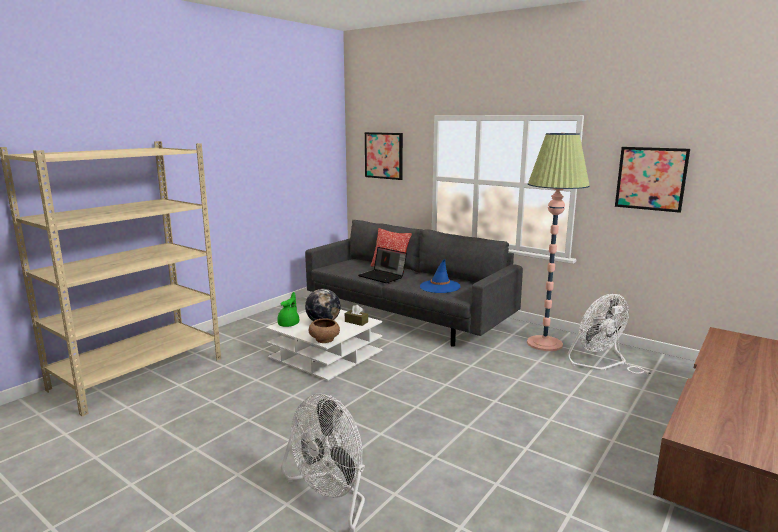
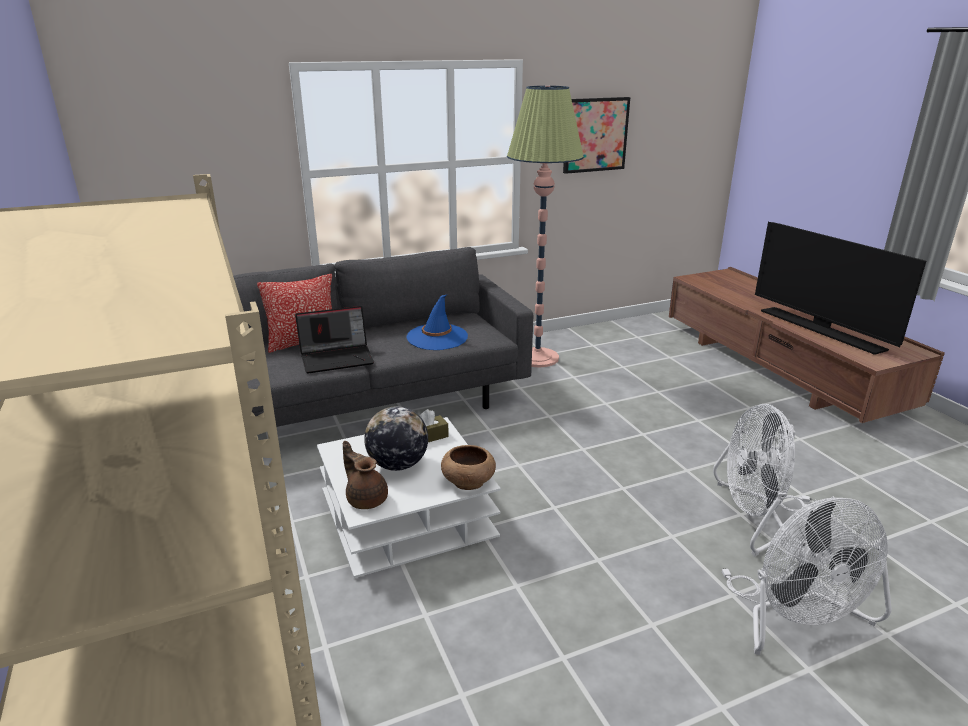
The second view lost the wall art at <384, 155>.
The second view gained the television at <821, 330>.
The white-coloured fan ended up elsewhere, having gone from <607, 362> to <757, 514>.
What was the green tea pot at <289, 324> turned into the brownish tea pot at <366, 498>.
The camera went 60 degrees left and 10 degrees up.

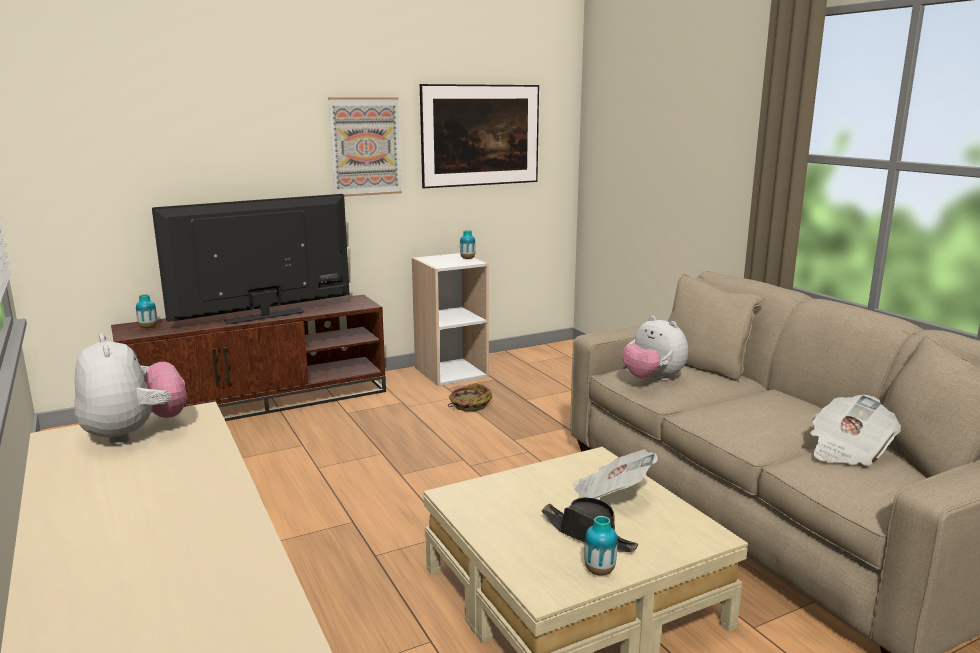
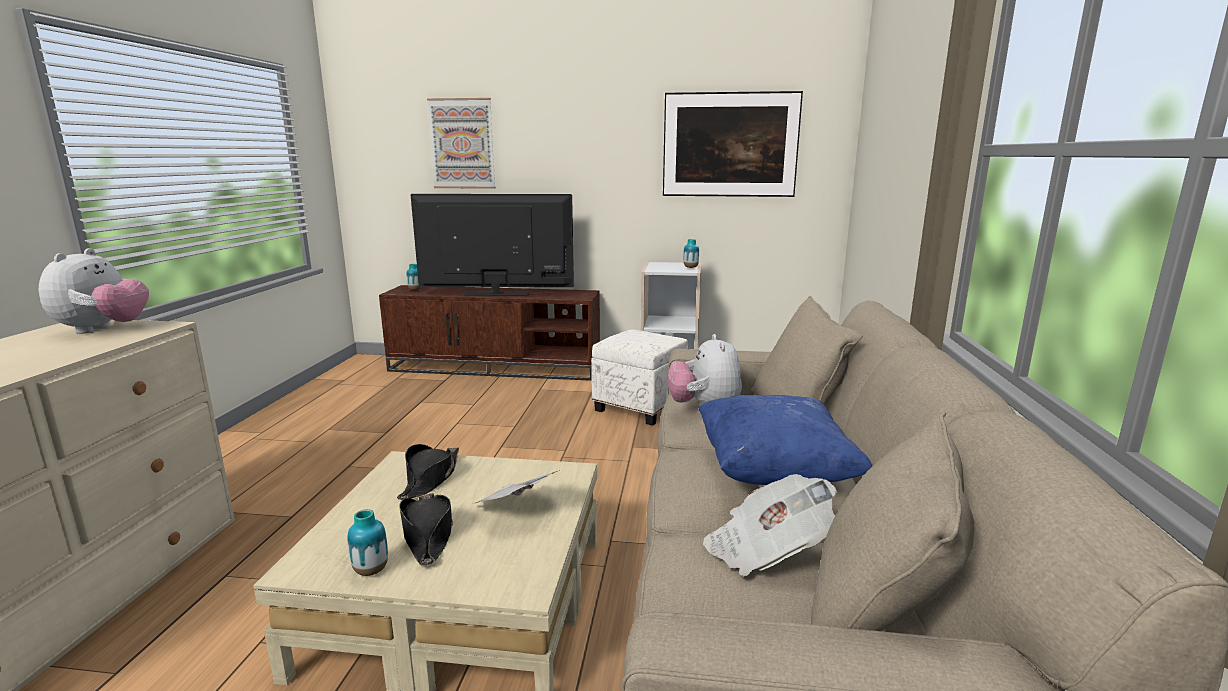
The second view gained the black-coloured hat at <430, 479>.
The second view gained the blue pillow at <774, 471>.
The wall art ended up elsewhere, having gone from <365, 146> to <462, 144>.
Where the basket stood at <469, 405>, the white-coloured footrest came to stand at <641, 407>.
The camera went 35 degrees right and 0 degrees up.

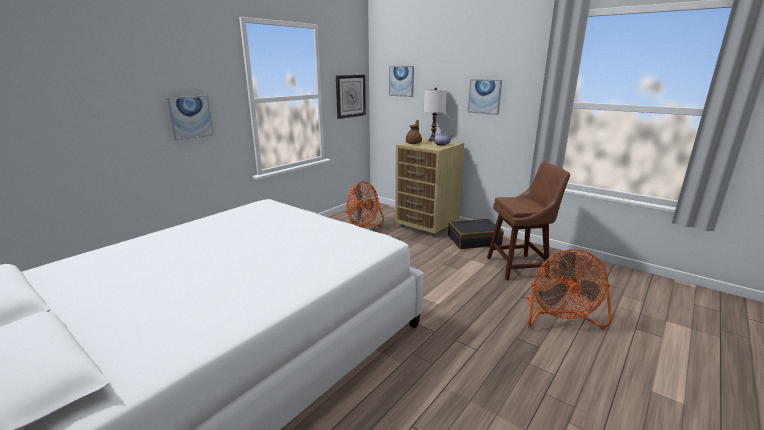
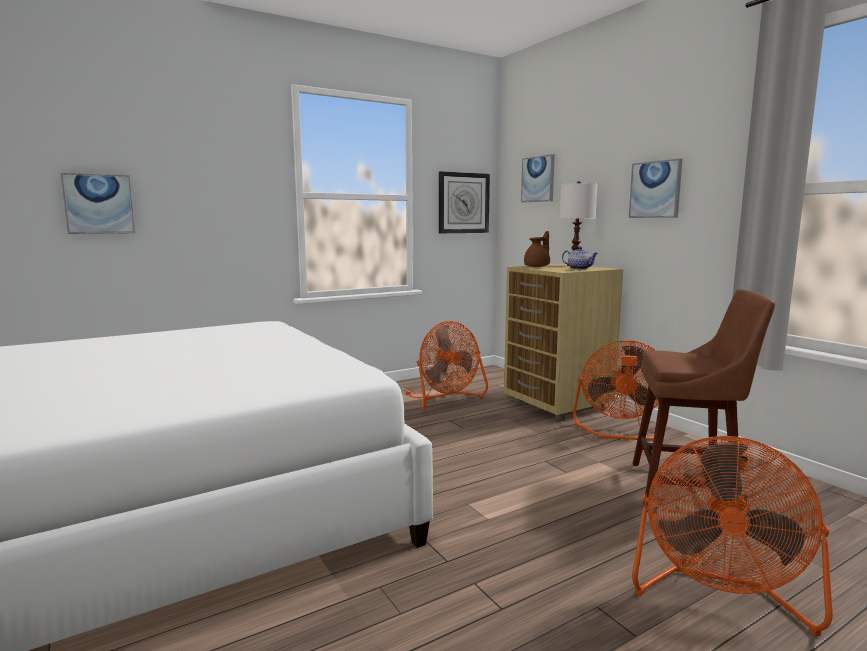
The wall art ended up elsewhere, having gone from <190, 117> to <99, 204>.
Where the black-coloured travel case stood at <474, 240>, the orange-coloured fan came to stand at <626, 435>.
The camera went 20 degrees right and 10 degrees down.

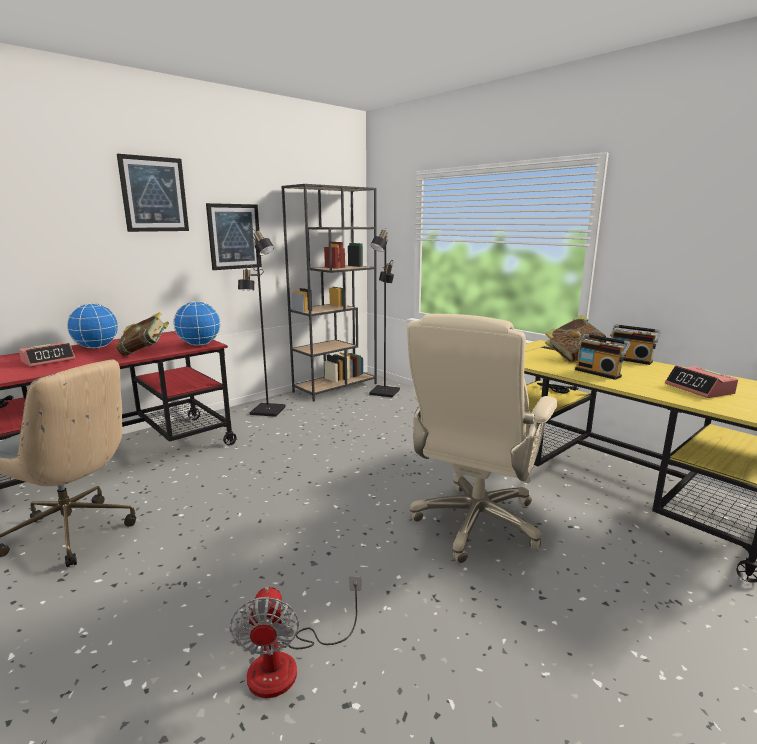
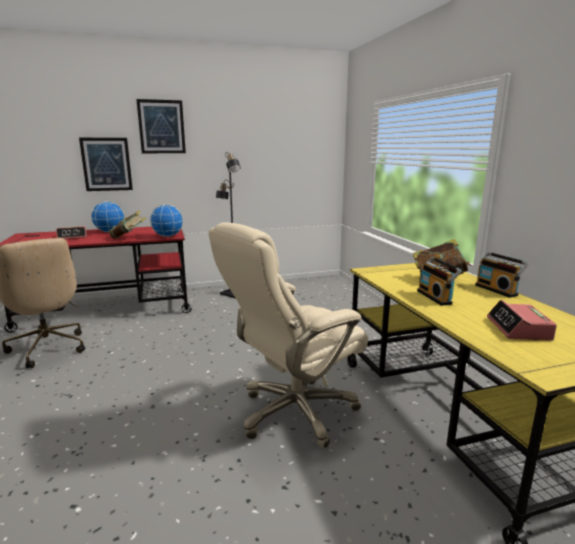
The second view lost the fan at <288, 663>.
The second view lost the bookcase at <335, 387>.
The second view lost the black-coloured standard lamp at <384, 392>.
The wall art ended up elsewhere, having gone from <234, 236> to <106, 164>.
The camera went 25 degrees right and 0 degrees up.

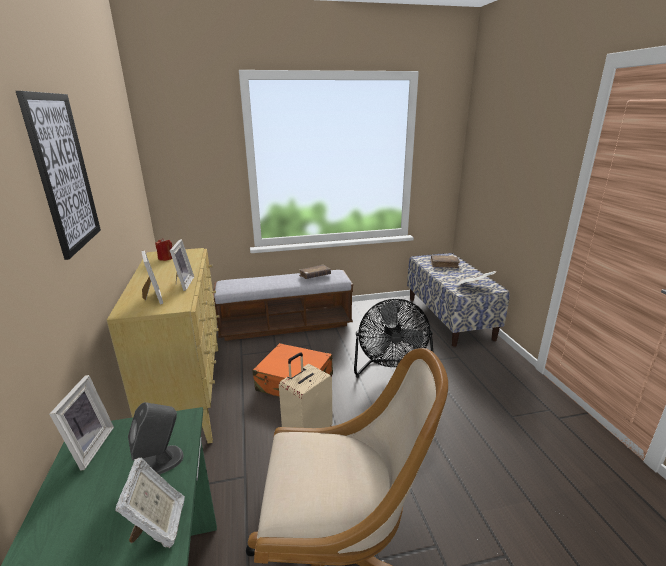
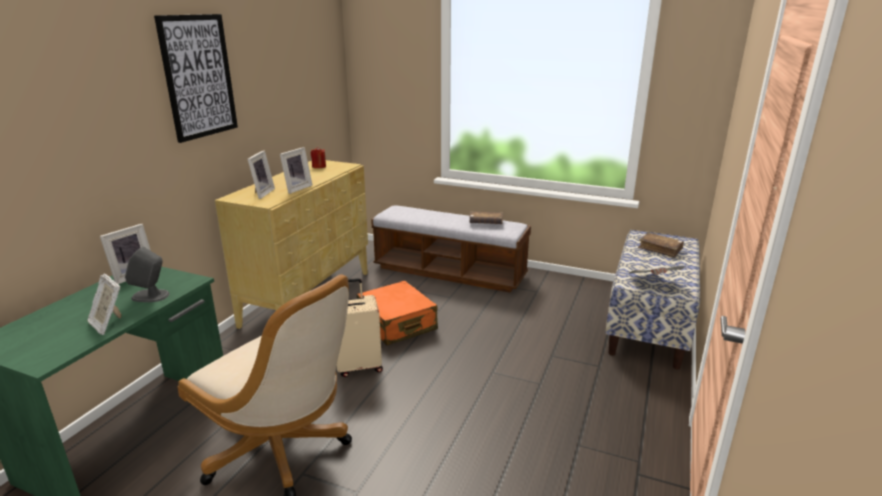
The second view lost the black-coloured fan at <388, 367>.
The standing frame at <159, 526> ended up facing another way, 105 degrees clockwise from before.
The camera went 35 degrees right and 0 degrees up.

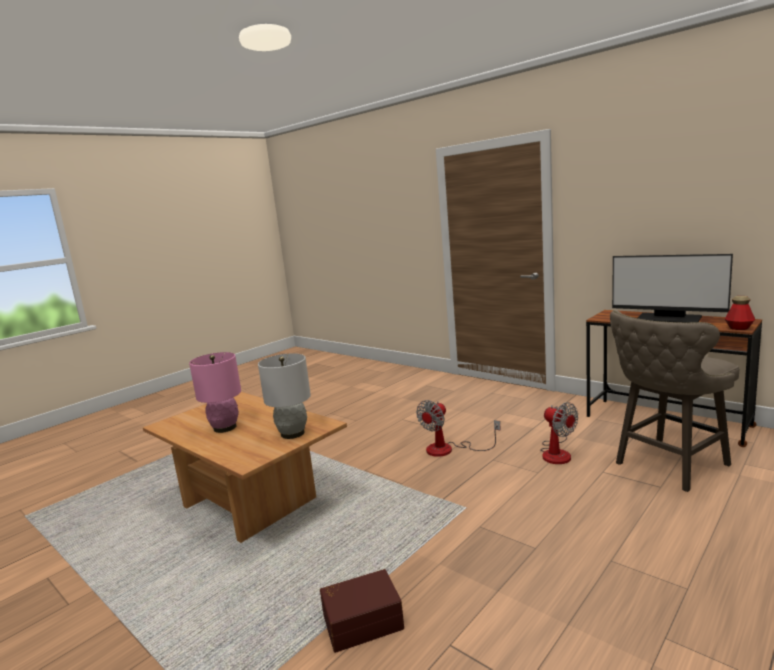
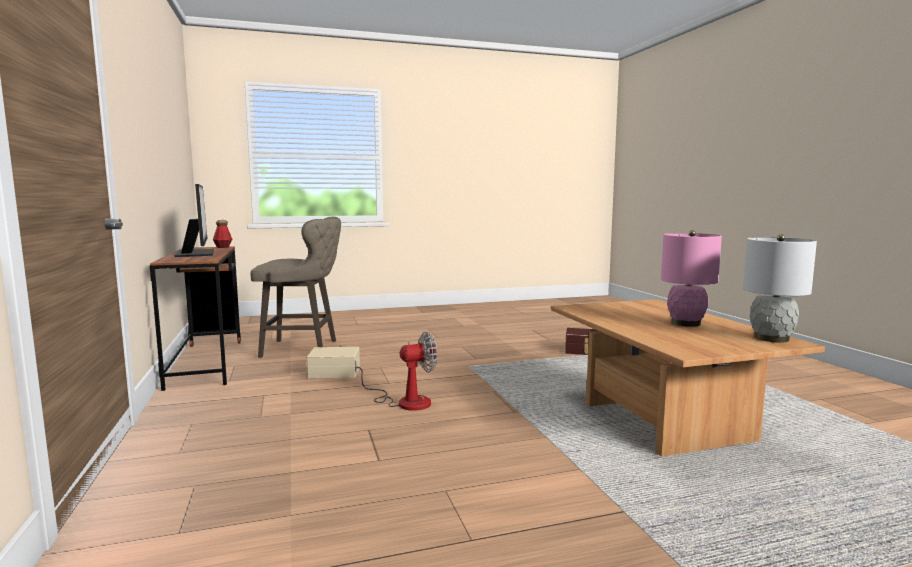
The white-coloured table lamp ended up elsewhere, having gone from <293, 433> to <771, 338>.
Where the fan stood at <557, 452>, the beige storage container came to stand at <334, 372>.
The camera went 150 degrees left and 5 degrees down.

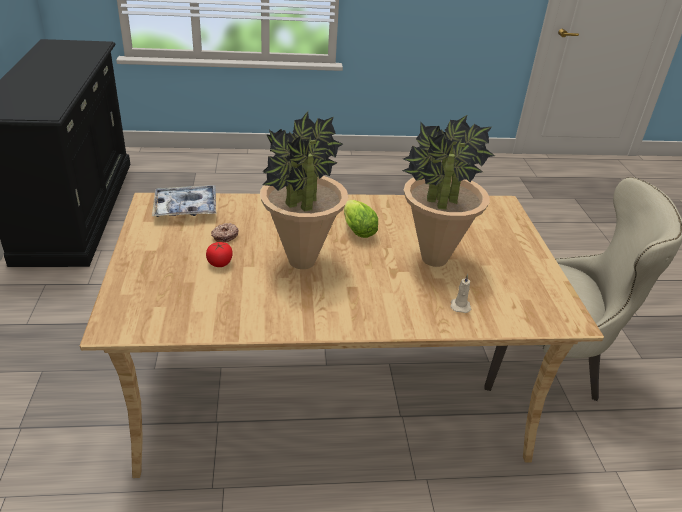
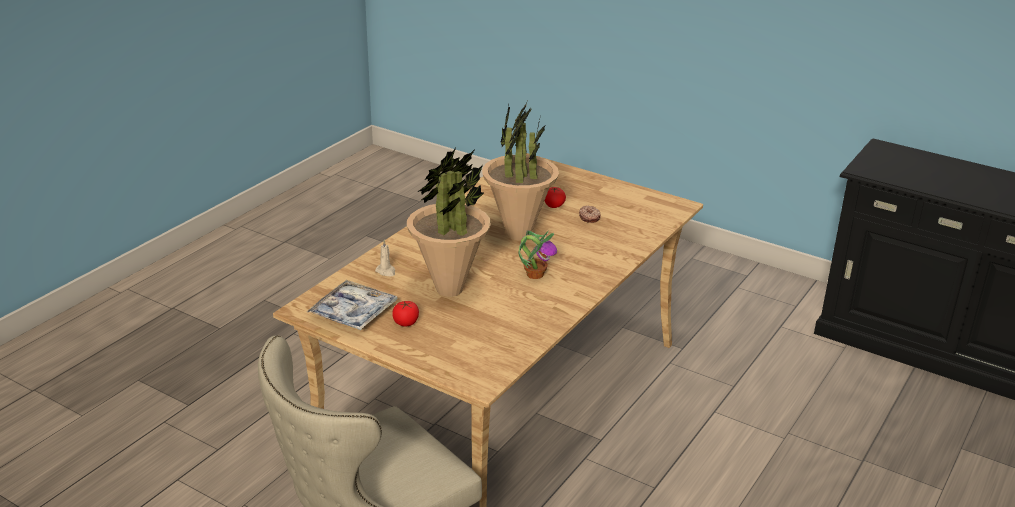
The second view gained the tomato at <406, 322>.
The serving tray ended up elsewhere, having gone from <186, 208> to <353, 312>.
Where the head of lettuce stood at <356, 229>, the houseplant came to stand at <535, 274>.
The camera went 130 degrees right and 5 degrees down.

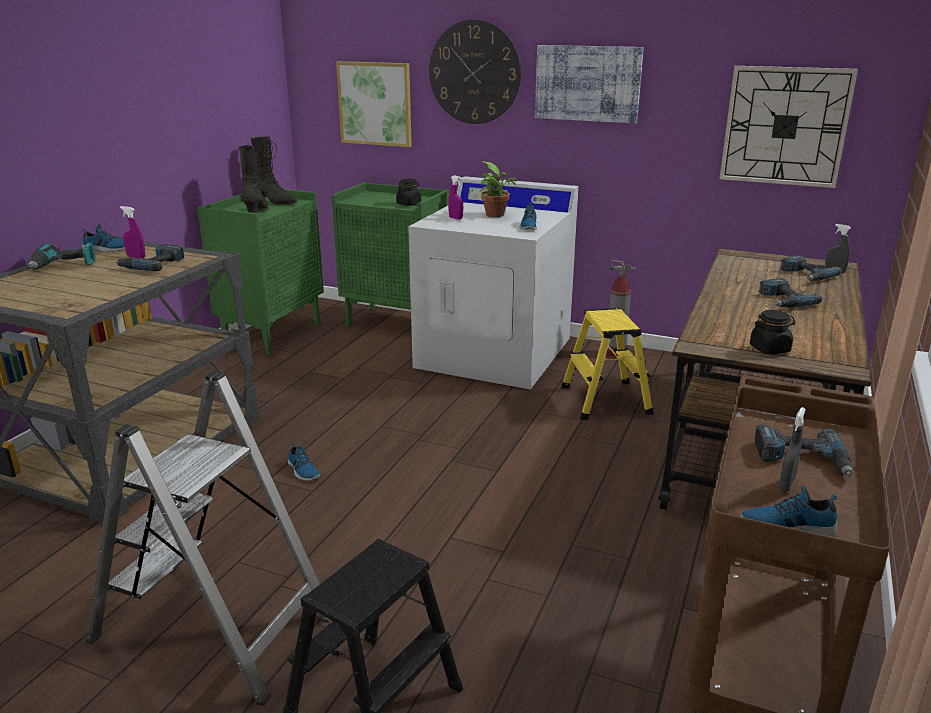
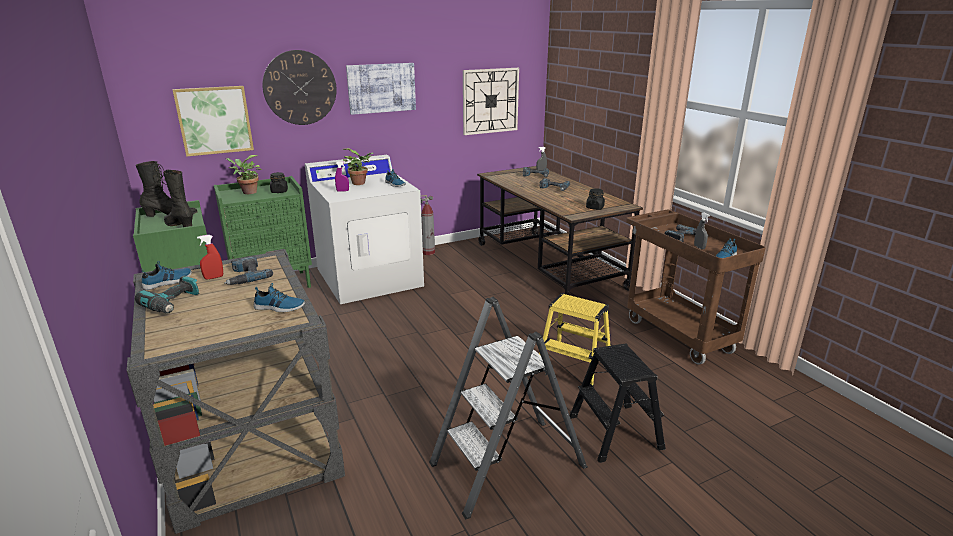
The second view gained the houseplant at <247, 192>.
The item of footwear ended up elsewhere, having gone from <303, 471> to <279, 307>.
The yellowish step stool ended up elsewhere, having gone from <605, 400> to <574, 367>.
What was the purple hand sprayer at <136, 257> turned into the red hand sprayer at <214, 277>.
The camera went 50 degrees left and 0 degrees up.

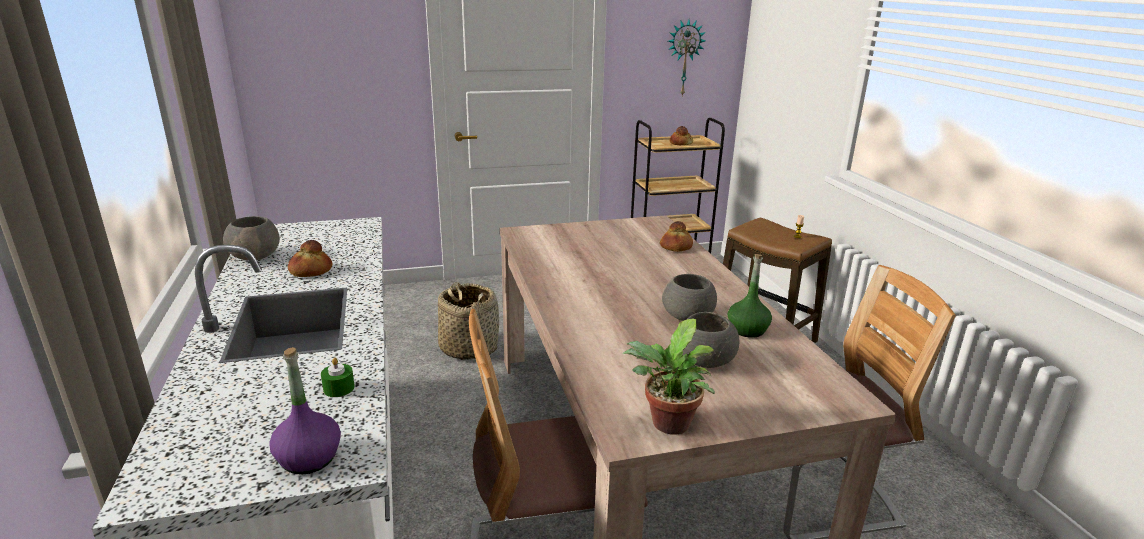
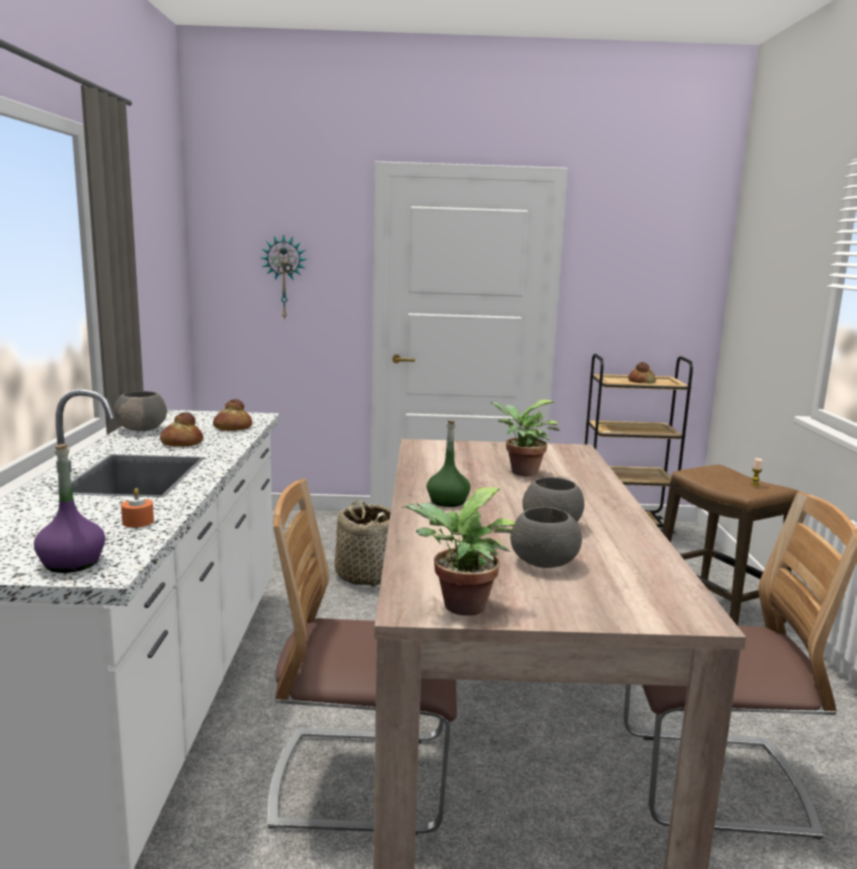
The second view gained the houseplant at <520, 472>.
The baked bread ended up elsewhere, having gone from <676, 247> to <232, 428>.
The hanging clock ended up elsewhere, having gone from <684, 58> to <284, 277>.
The green beverage bottle ended up elsewhere, having gone from <747, 329> to <448, 501>.
What was the green wax candle at <339, 388> turned into the orange-coloured wax candle at <138, 522>.
The camera went 15 degrees right and 10 degrees down.

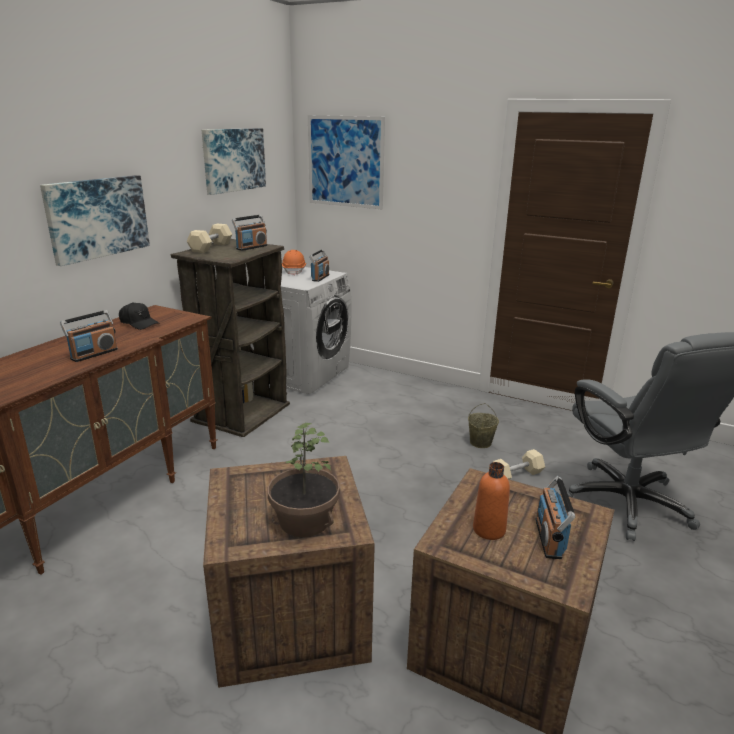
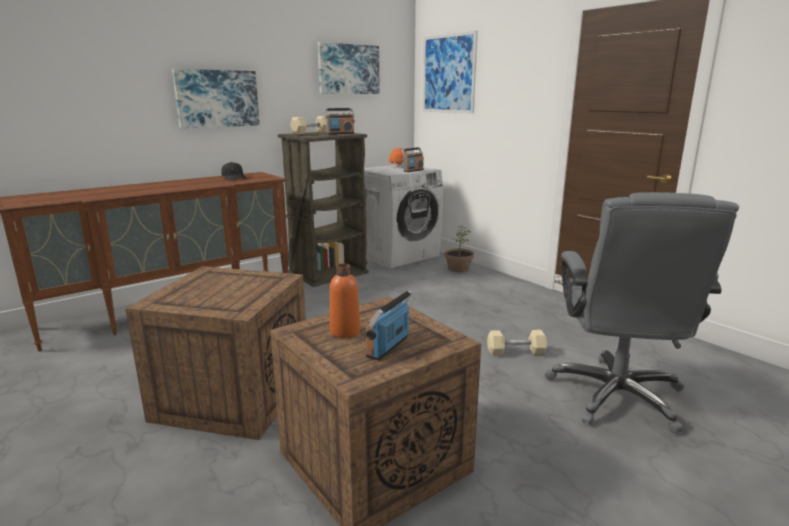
The second view lost the radio receiver at <94, 354>.
The second view lost the beige water bucket at <480, 443>.
The houseplant ended up elsewhere, having gone from <304, 521> to <458, 268>.
The camera went 25 degrees right and 5 degrees down.

